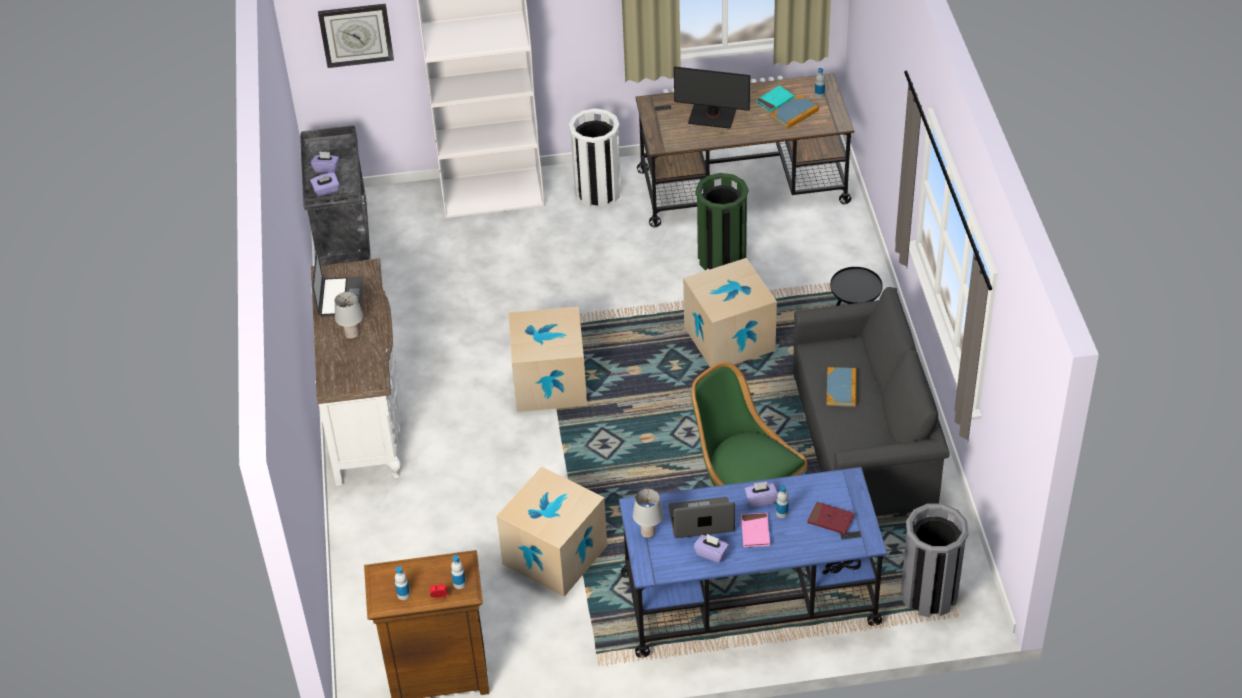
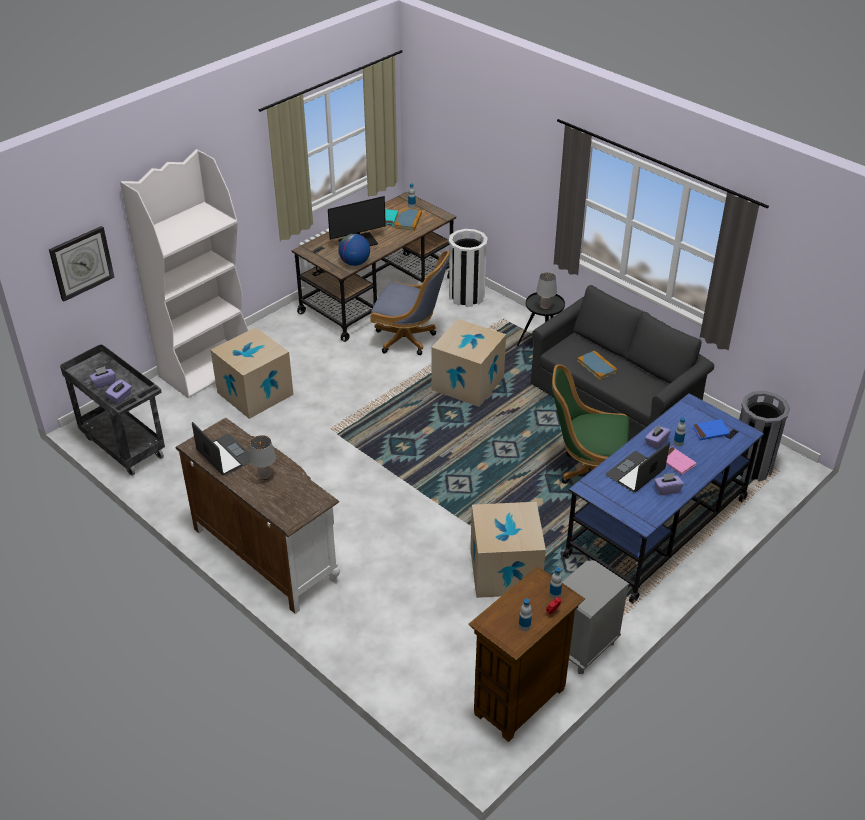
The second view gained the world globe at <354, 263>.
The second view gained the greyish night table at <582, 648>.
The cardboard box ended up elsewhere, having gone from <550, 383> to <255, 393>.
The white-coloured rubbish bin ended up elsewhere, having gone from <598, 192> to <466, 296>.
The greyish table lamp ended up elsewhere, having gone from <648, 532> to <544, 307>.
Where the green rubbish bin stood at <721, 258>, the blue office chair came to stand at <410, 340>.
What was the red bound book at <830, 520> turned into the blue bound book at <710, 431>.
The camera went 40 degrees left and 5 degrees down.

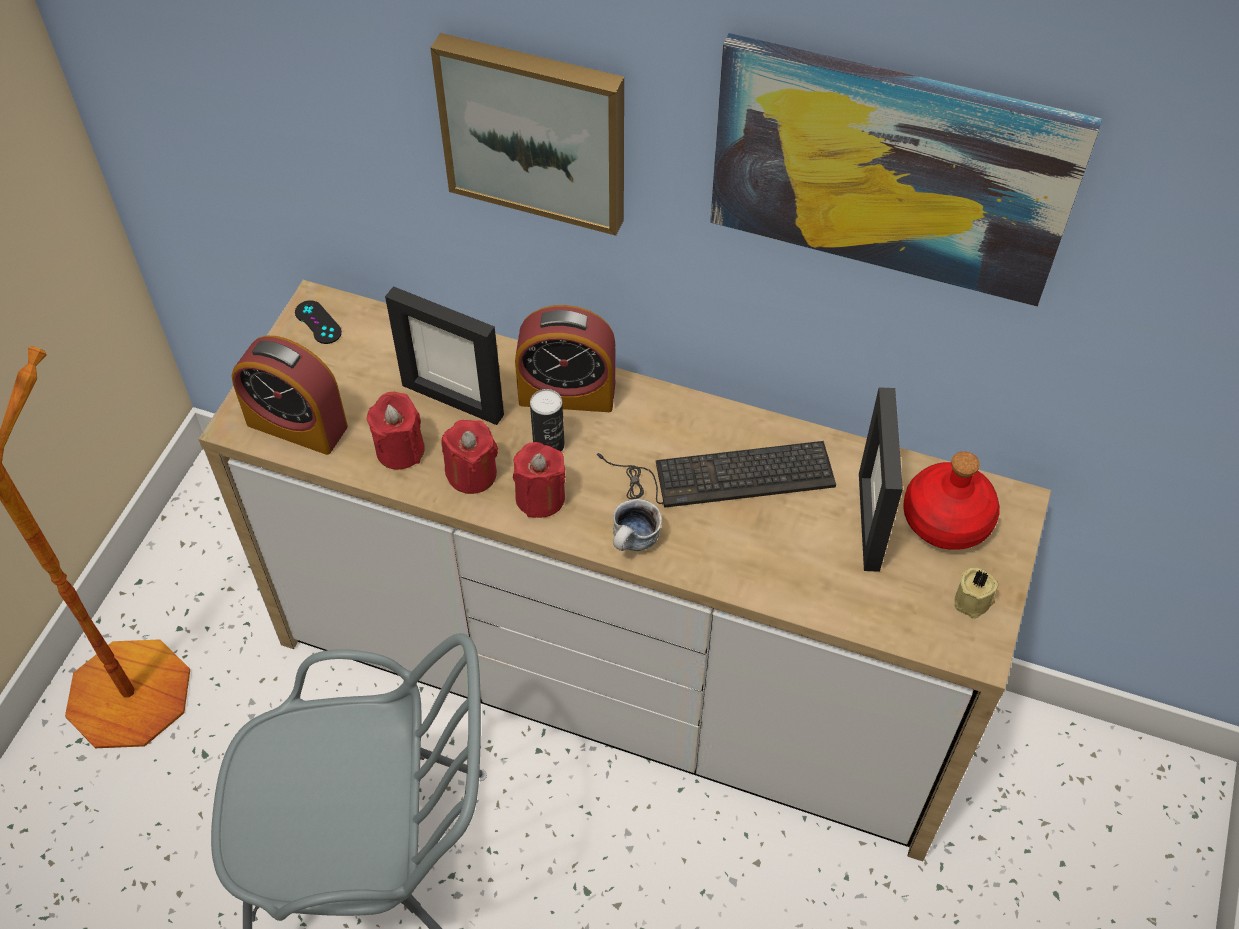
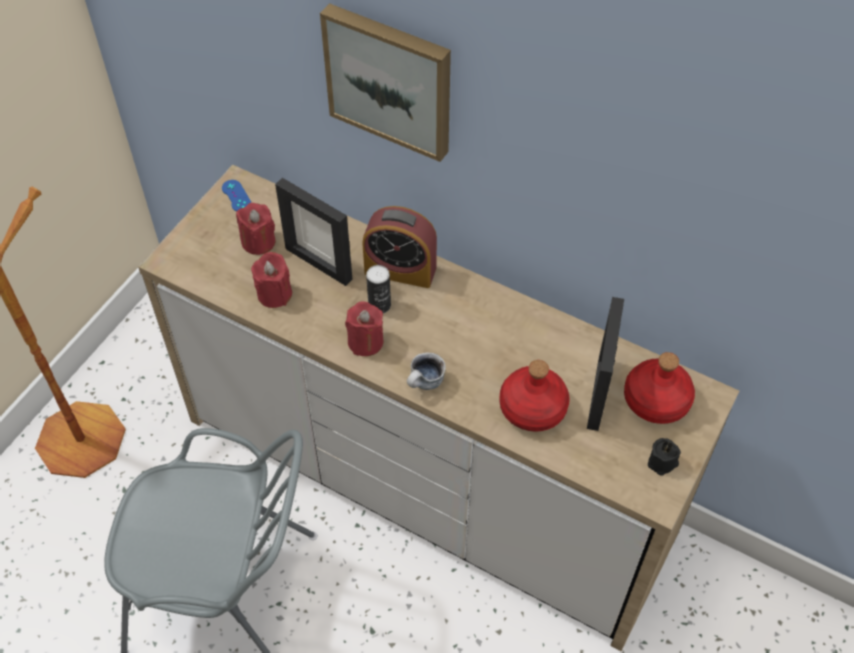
The second view lost the bedside clock at <297, 425>.
The second view lost the computer keyboard at <721, 475>.
The second view lost the wall art at <891, 168>.
The second view gained the red beverage bottle at <533, 407>.
The red wax candle ended up elsewhere, having gone from <472, 474> to <258, 242>.
What was the black-coloured joypad at <318, 322> turned into the blue joypad at <236, 196>.
What was the beige wax candle at <974, 601> turned into the black-coloured wax candle at <663, 463>.
The camera went 10 degrees right and 0 degrees up.

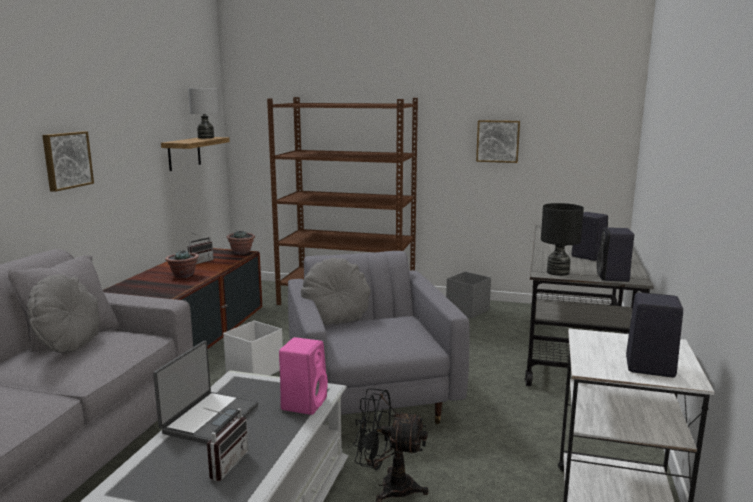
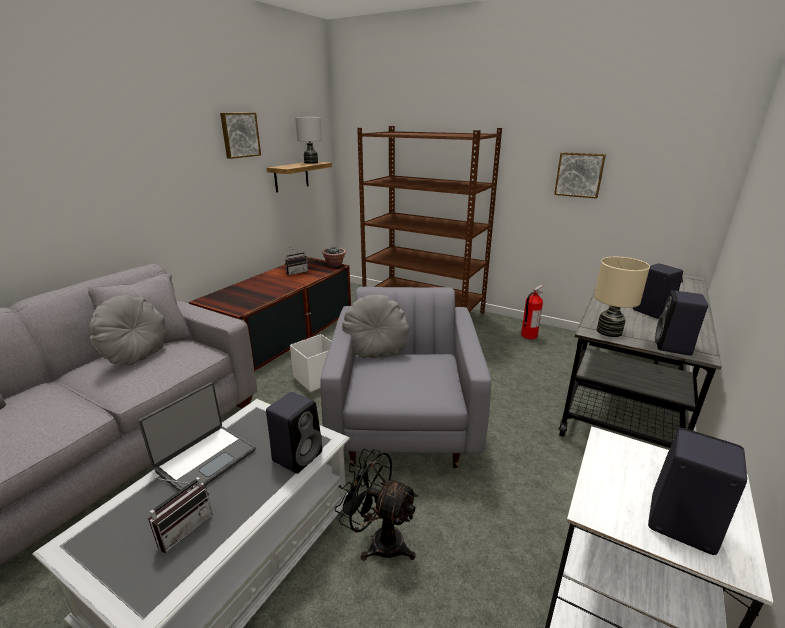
The second view lost the houseplant at <183, 275>.
The wall art ended up elsewhere, having gone from <66, 160> to <240, 135>.
Where the greyish storage container stood at <468, 310>, the fire-fighting cylinder came to stand at <528, 335>.
What was the pinkish audio speaker at <304, 403> turned into the black-coloured audio speaker at <298, 455>.
What was the black-coloured table lamp at <557, 272> turned into the beige table lamp at <608, 331>.
The camera went 15 degrees right and 10 degrees up.

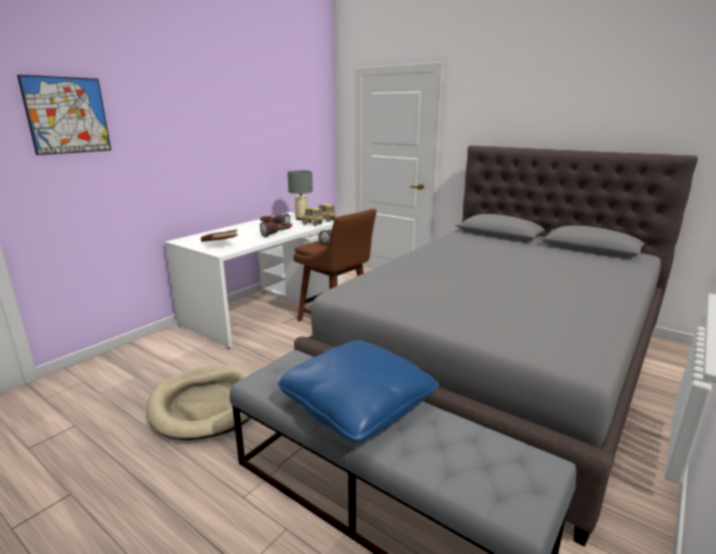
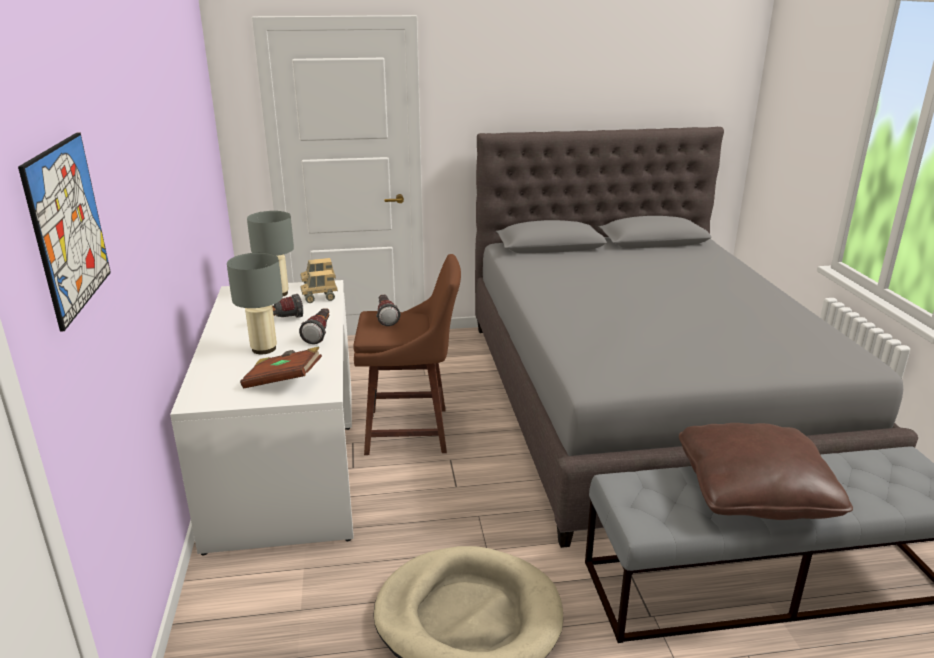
The second view gained the greyish table lamp at <264, 348>.
What was the blue pillow at <357, 405> turned into the brownish pillow at <754, 491>.
The camera went 45 degrees left and 5 degrees up.

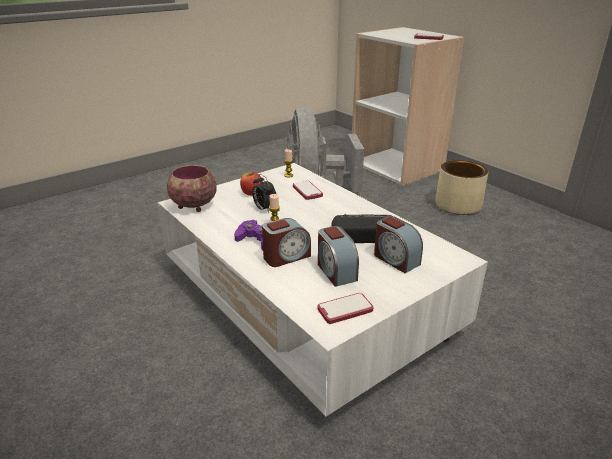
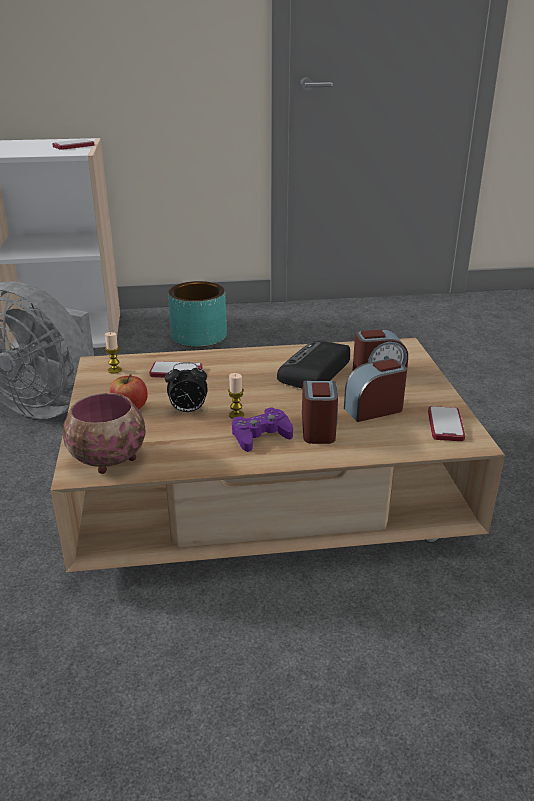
What was the white-coloured lounge table at <306, 299> turned into the brownish lounge table at <267, 493>.
What was the beige flower pot at <458, 206> turned into the turquoise flower pot at <199, 337>.
The bedside clock at <335, 271> ended up facing another way, 150 degrees clockwise from before.
The camera went 60 degrees left and 0 degrees up.

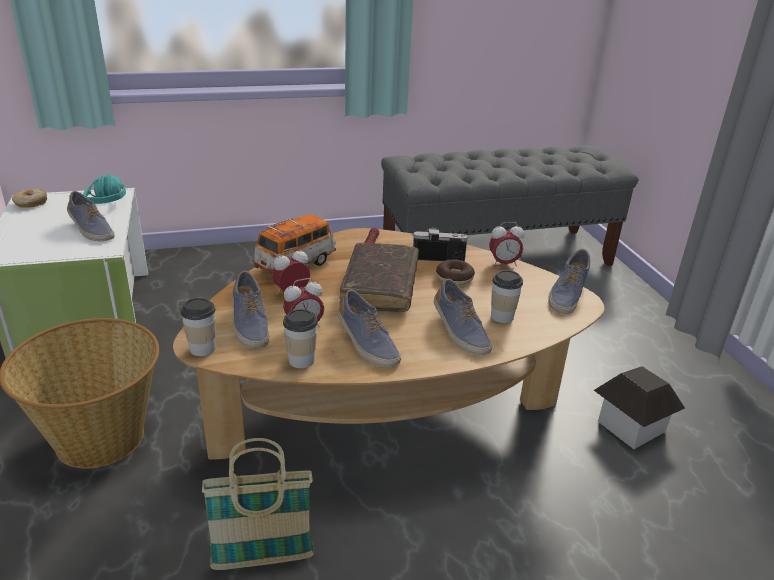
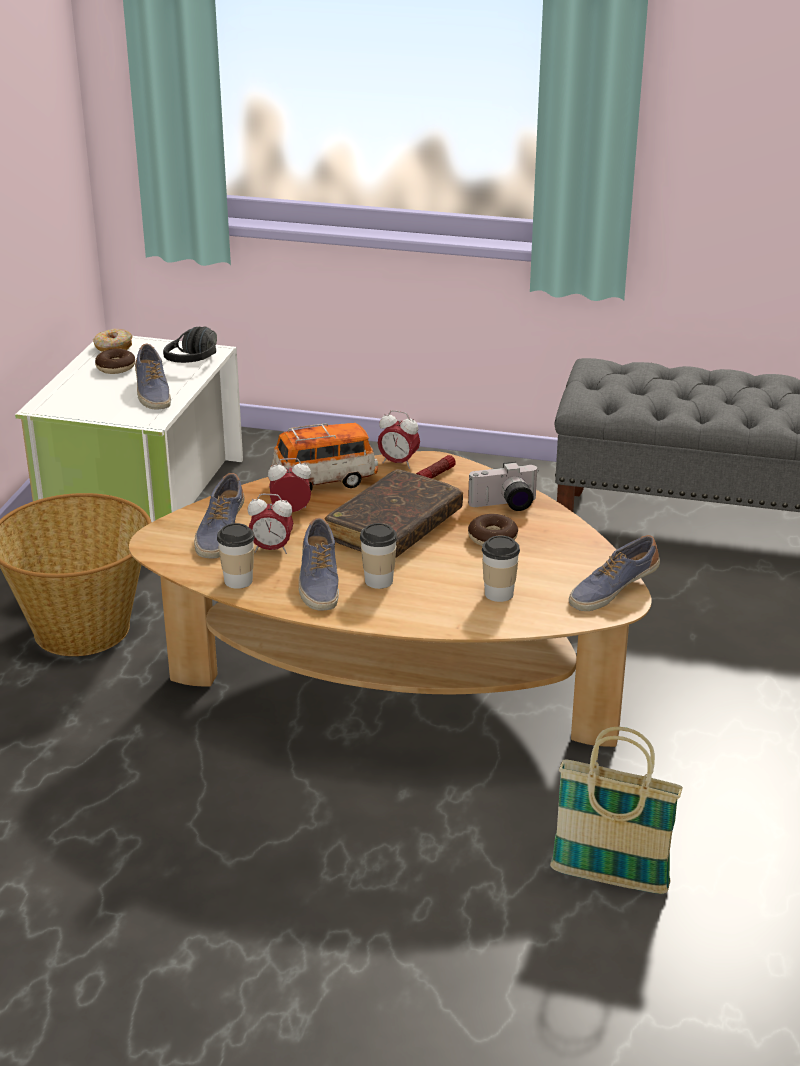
The second view lost the item of footwear at <459, 331>.
The second view lost the model house at <631, 426>.
The second view gained the donut at <116, 367>.
The small cup ended up elsewhere, having gone from <202, 348> to <379, 581>.
The basket ended up elsewhere, having gone from <263, 560> to <609, 879>.
The bedside clock ended up elsewhere, having gone from <503, 264> to <398, 463>.
What was the turquoise headset at <116, 201> turned into the black-coloured headset at <203, 361>.
The still camera at <438, 254> ended up facing another way, 135 degrees clockwise from before.
The camera went 30 degrees right and 0 degrees up.

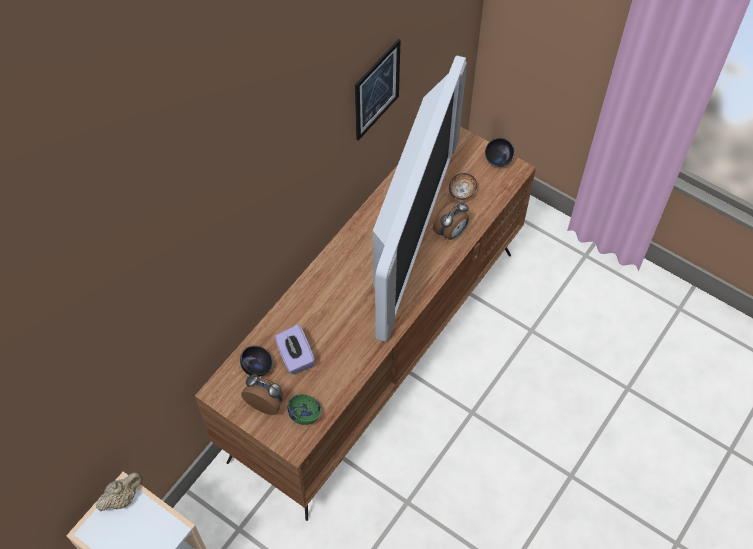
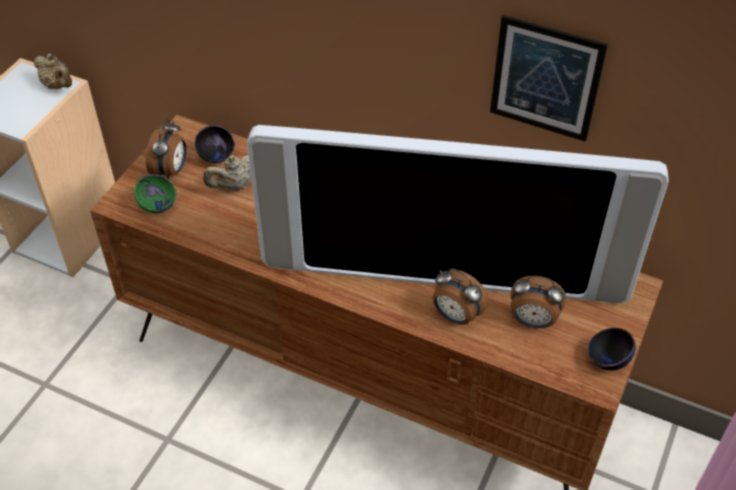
Where the purple tissue box stood at <295, 357>, the beige tea pot came to stand at <234, 186>.
Where the serving bowl stood at <462, 191>, the bedside clock came to stand at <532, 321>.
The camera went 80 degrees right and 10 degrees down.

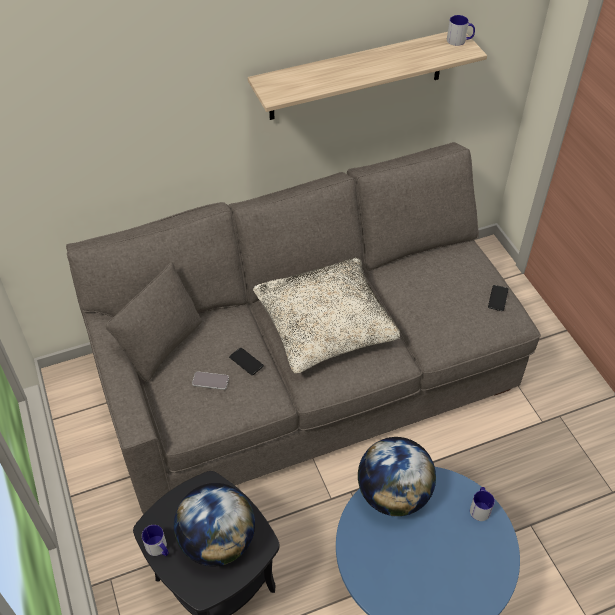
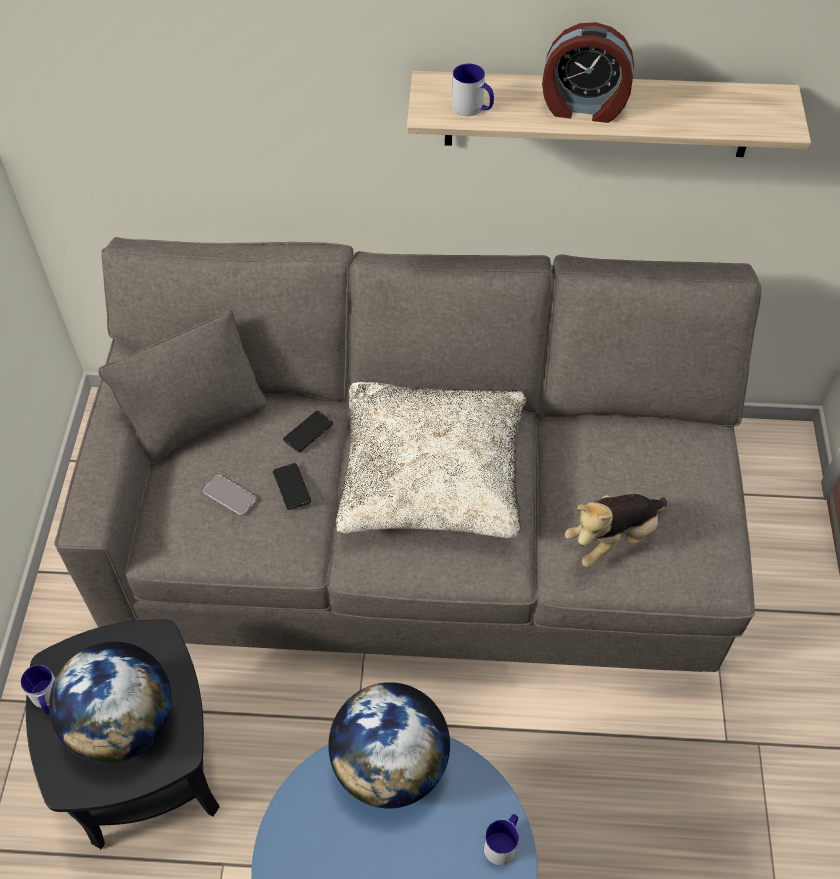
The second view gained the bedside clock at <583, 107>.
The second view gained the soft toy at <612, 538>.
The mug ended up elsewhere, having gone from <459, 41> to <473, 108>.
The phone ended up elsewhere, having gone from <498, 298> to <308, 432>.
The camera went 25 degrees right and 5 degrees up.

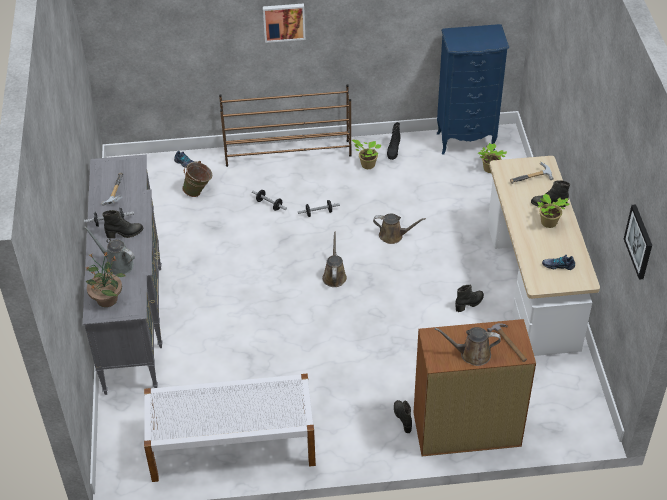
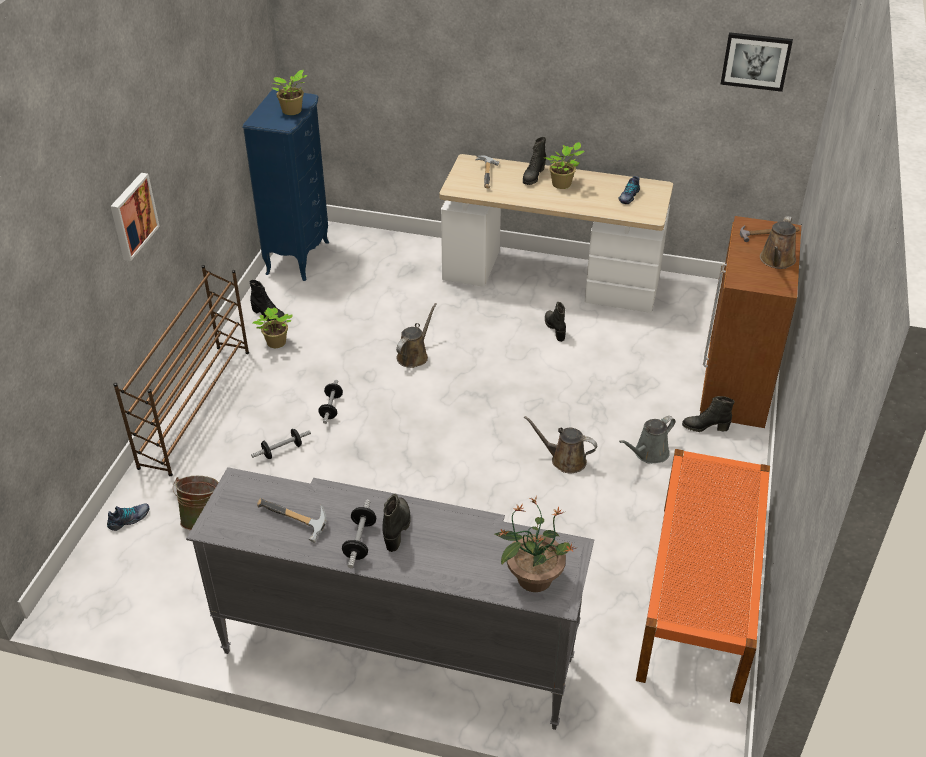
The greyish sprinkling can ended up elsewhere, having gone from <117, 264> to <649, 453>.
The brownish sprinkling can ended up elsewhere, having gone from <334, 276> to <564, 460>.
The houseplant ended up elsewhere, having gone from <489, 169> to <292, 111>.
What was the white-coloured bench at <232, 446> turned into the orange-coloured bench at <700, 596>.
The camera went 70 degrees left and 5 degrees down.

